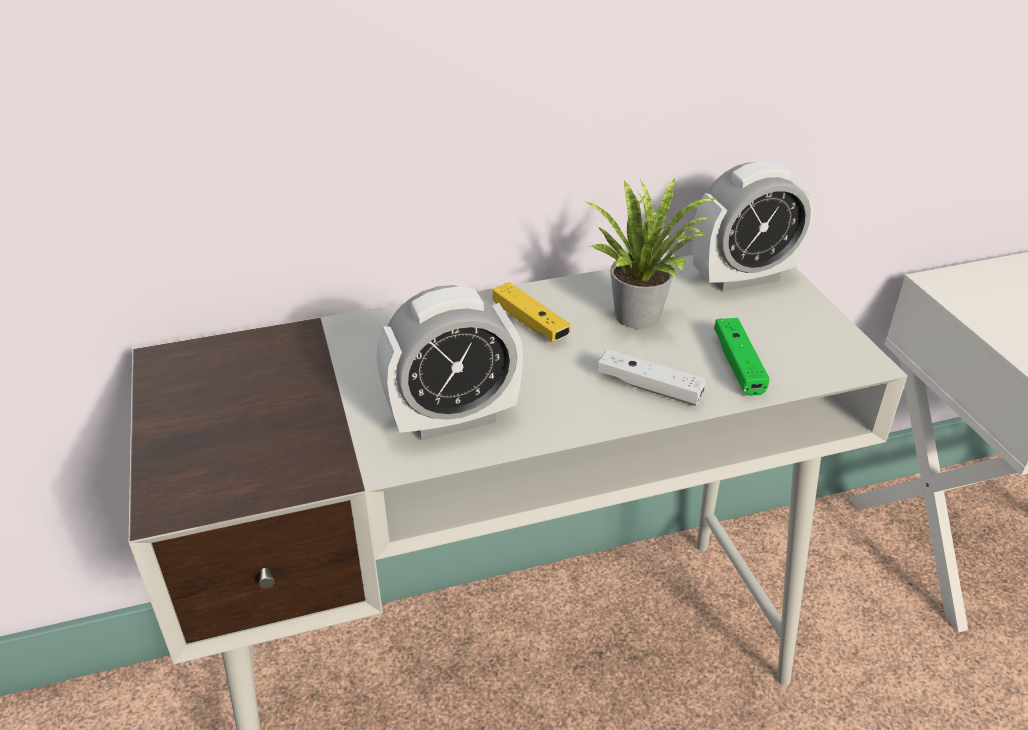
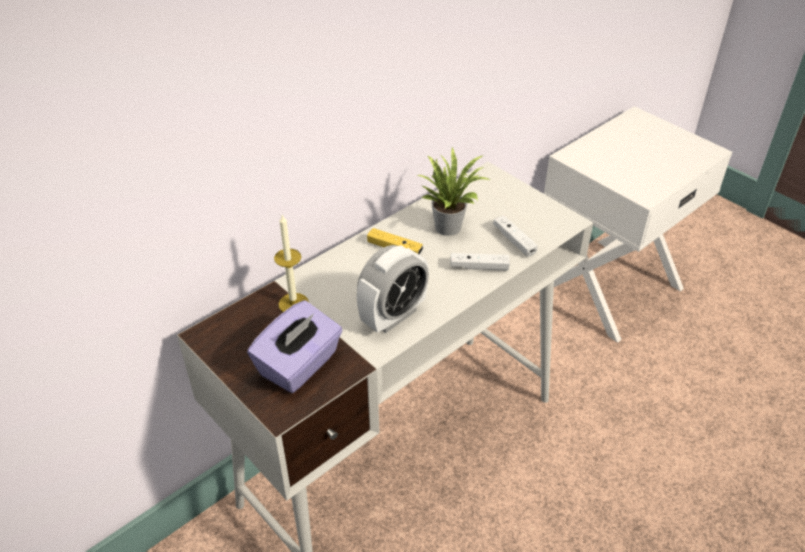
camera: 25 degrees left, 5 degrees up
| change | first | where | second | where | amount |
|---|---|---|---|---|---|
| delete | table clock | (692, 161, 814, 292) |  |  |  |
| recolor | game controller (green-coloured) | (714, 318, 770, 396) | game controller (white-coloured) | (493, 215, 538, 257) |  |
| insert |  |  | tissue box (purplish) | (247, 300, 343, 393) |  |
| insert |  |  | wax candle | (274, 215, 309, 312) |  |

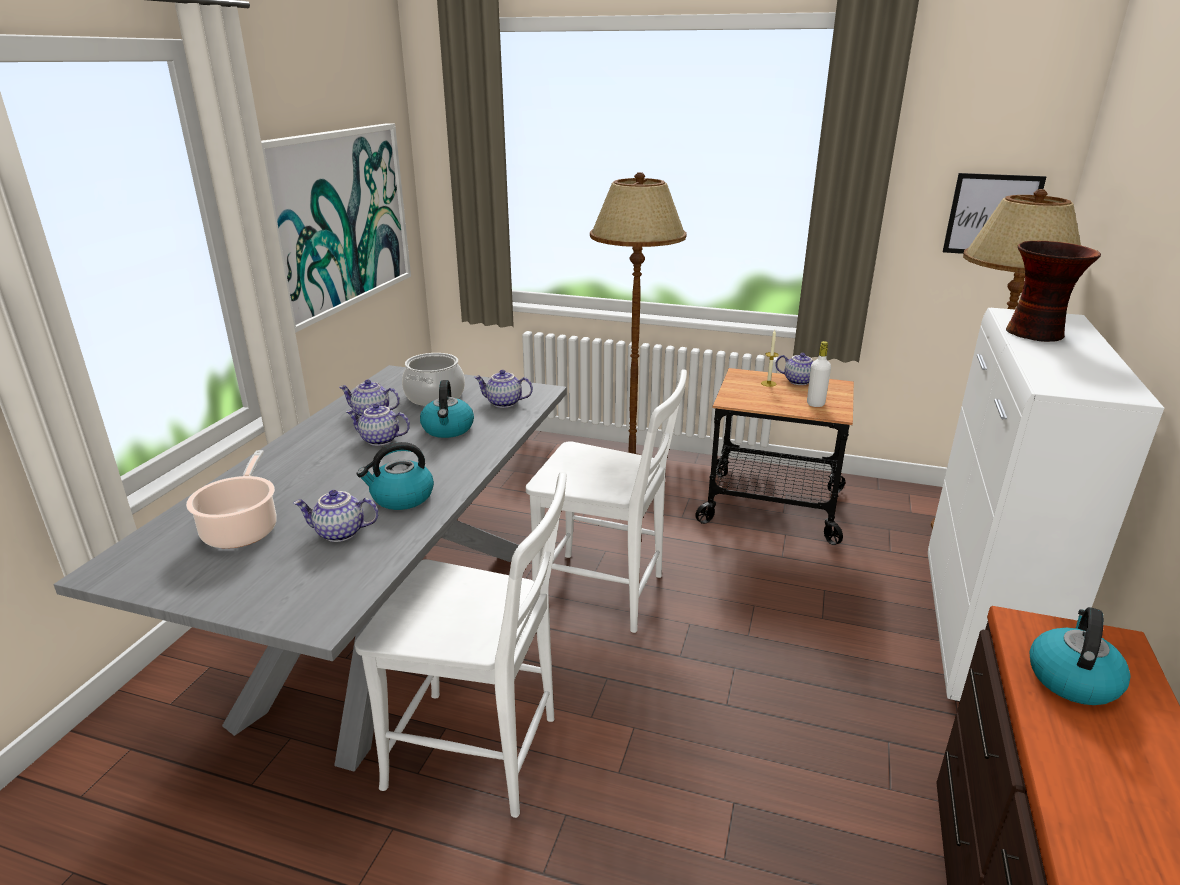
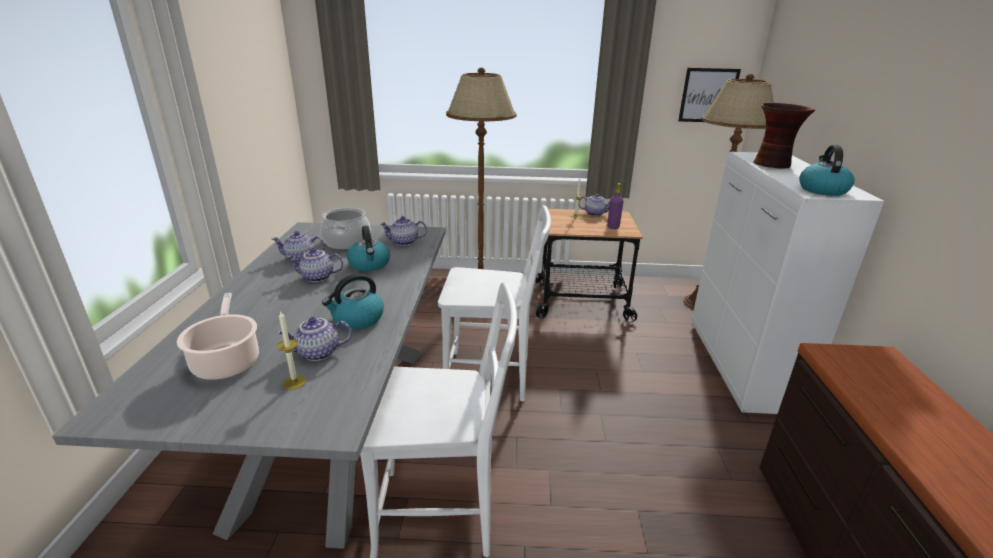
camera: 15 degrees left, 0 degrees up
| change | first | where | second | where | amount |
|---|---|---|---|---|---|
| delete | wall art | (261, 123, 411, 333) |  |  |  |
| recolor | drink bottle (white-coloured) | (807, 341, 831, 407) | drink bottle (purplish) | (607, 183, 623, 229) |  |
| move | kettle | (1030, 607, 1130, 705) |  | (799, 145, 855, 196) |  |
| insert |  |  | wax candle | (277, 311, 306, 390) |  |

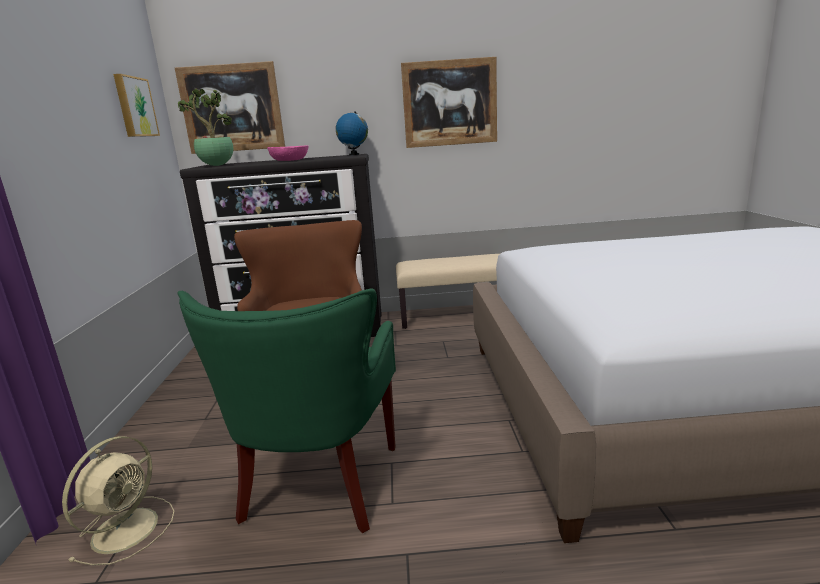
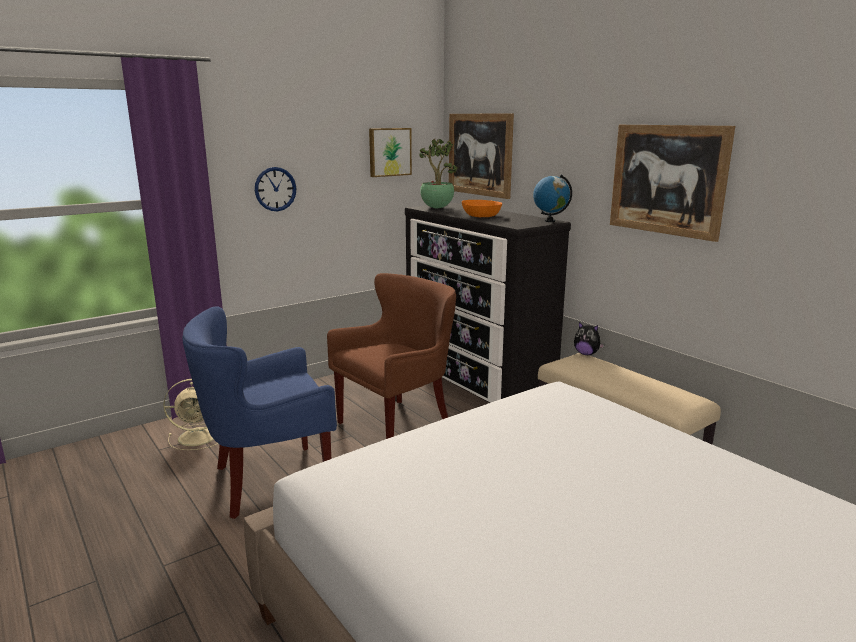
camera: 55 degrees right, 0 degrees up
| change | first | where | second | where | amount |
|---|---|---|---|---|---|
| recolor | easy chair (green-coloured) | (177, 289, 396, 533) | easy chair (blue-coloured) | (182, 306, 337, 519) |  |
| recolor | deep dish (pink-coloured) | (267, 146, 308, 161) | deep dish (orange-coloured) | (462, 200, 502, 217) |  |
| insert |  |  | hanging clock | (255, 167, 296, 211) |  |
| insert |  |  | soft toy | (574, 322, 604, 355) |  |

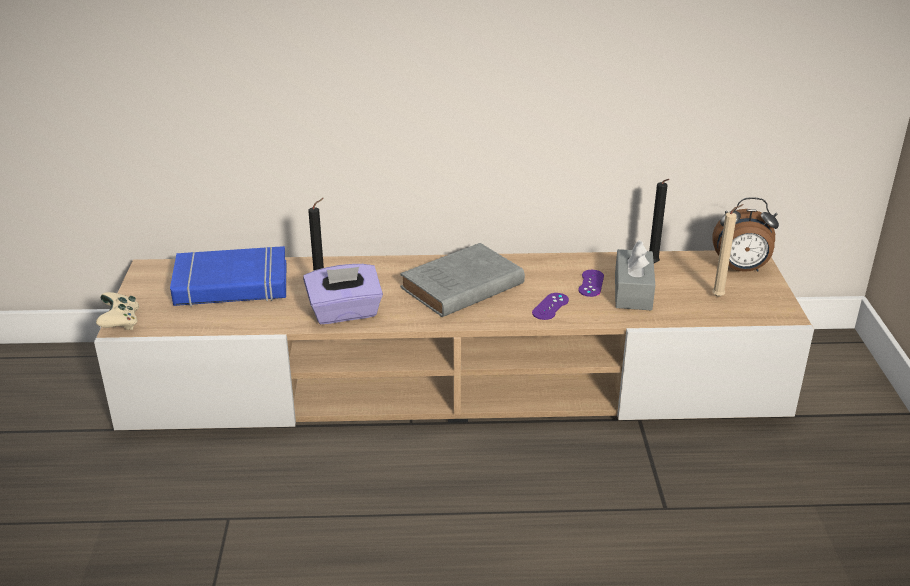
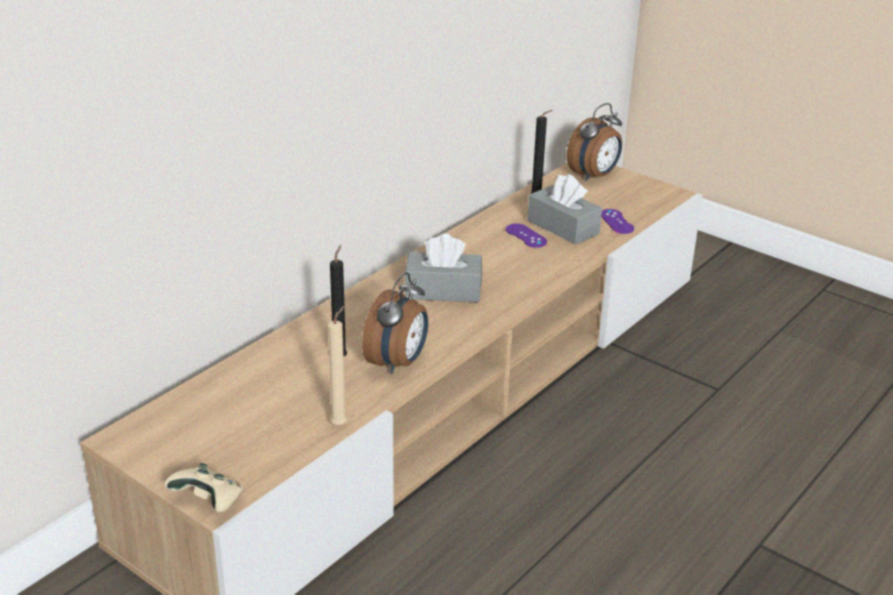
camera: 50 degrees left, 0 degrees up
| change | first | where | second | where | amount |
|---|---|---|---|---|---|
| delete | bound book (blue-coloured) | (170, 246, 286, 307) |  |  |  |
| replace | tissue box (purplish) | (303, 264, 383, 324) | table clock | (362, 272, 428, 375) |  |
| replace | bound book (gray) | (400, 243, 525, 317) | tissue box (gray) | (405, 234, 482, 303) |  |
| move | game controller (purplish) | (532, 293, 569, 320) |  | (601, 209, 634, 234) |  |
| move | wax candle (sand-coloured) | (712, 204, 744, 297) |  | (328, 306, 347, 425) |  |

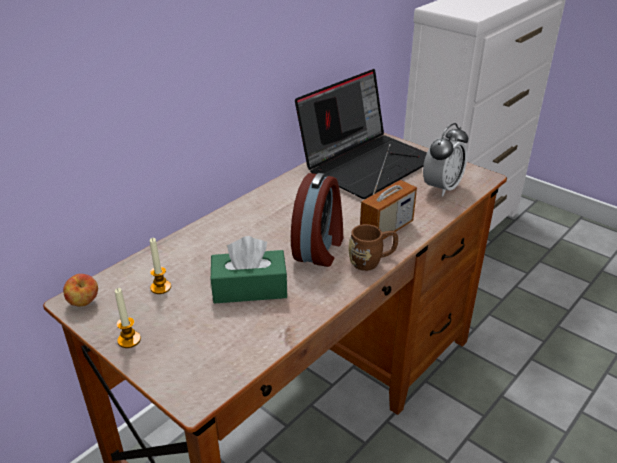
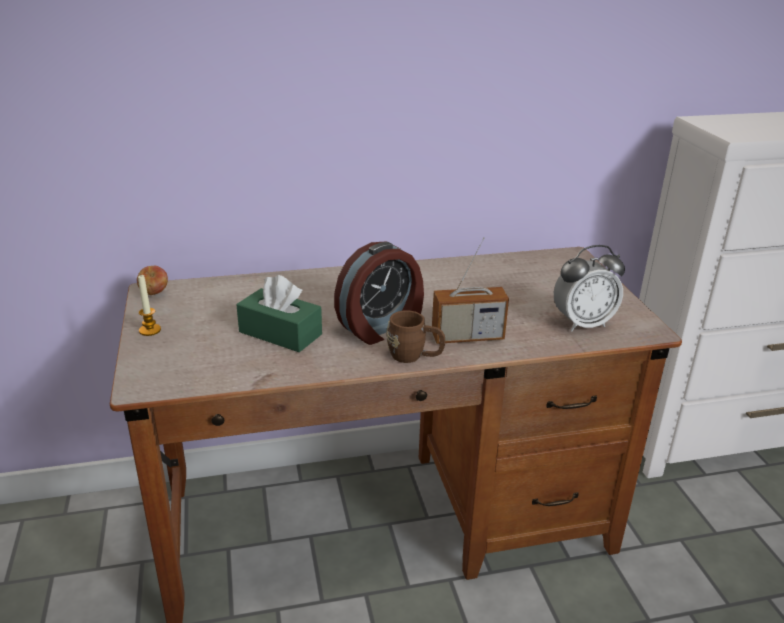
camera: 35 degrees right, 5 degrees down
| change | first | where | second | where | amount |
|---|---|---|---|---|---|
| delete | wax candle | (150, 238, 171, 294) |  |  |  |
| delete | portable computer | (295, 69, 427, 199) |  |  |  |

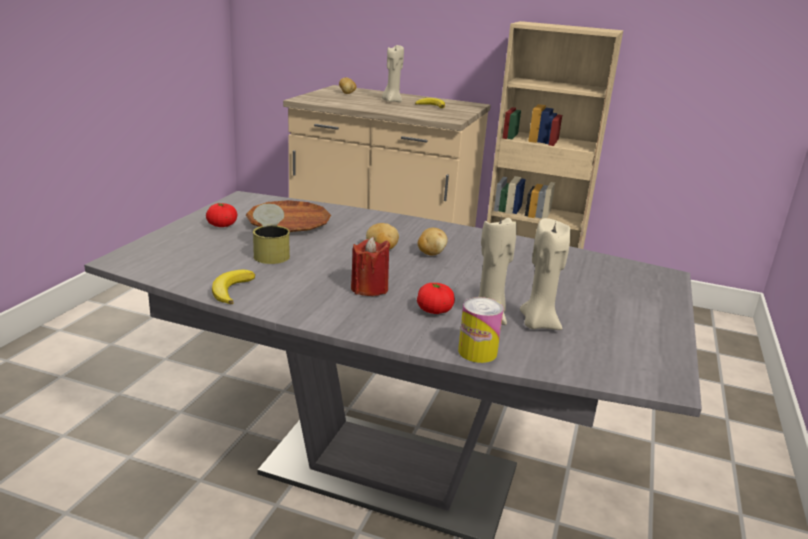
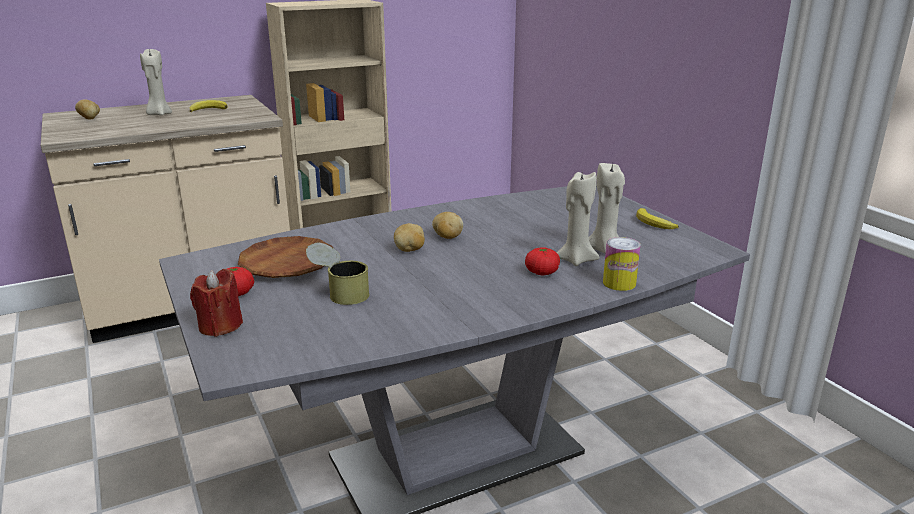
camera: 45 degrees left, 0 degrees up
| change | first | where | second | where | amount |
|---|---|---|---|---|---|
| move | whole banana | (212, 270, 255, 304) |  | (636, 208, 679, 229) |  |
| move | wax candle (red-coloured) | (351, 237, 390, 296) |  | (190, 269, 243, 337) |  |

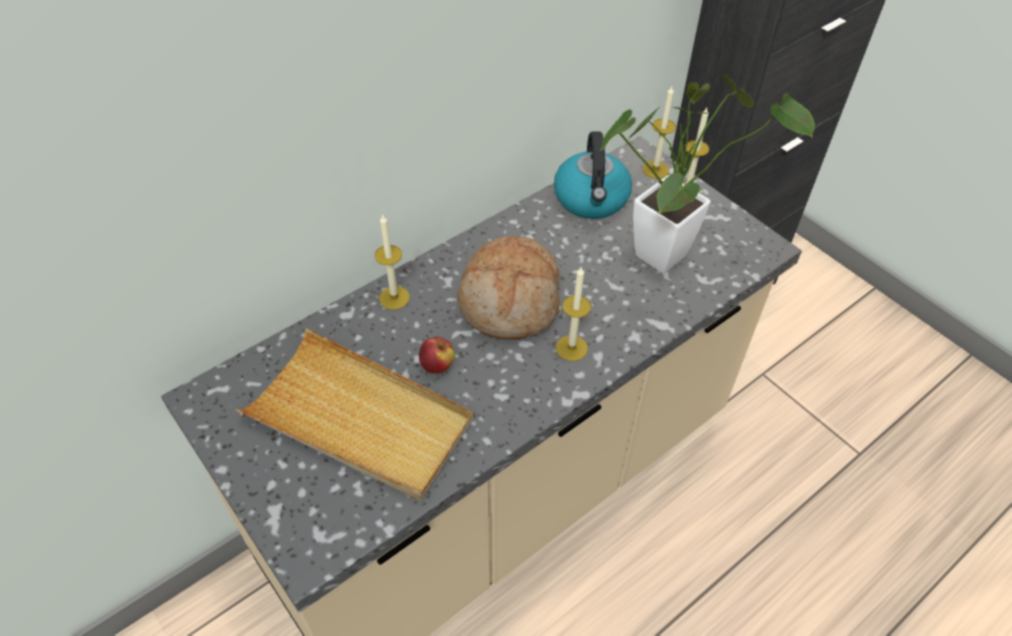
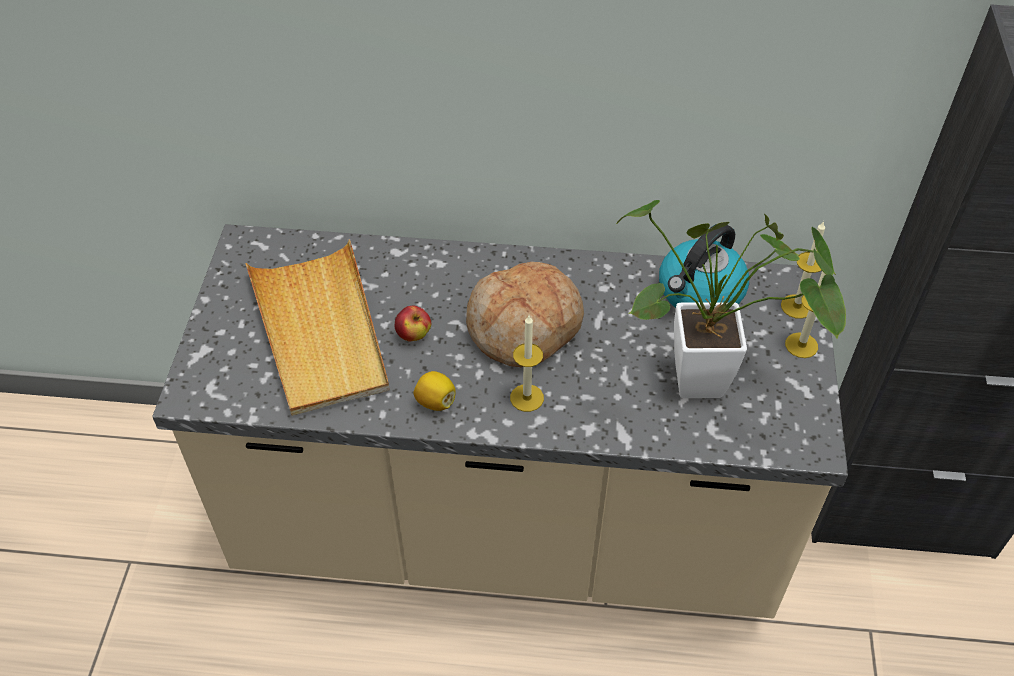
camera: 45 degrees right, 0 degrees up
| change | first | where | second | where | amount |
|---|---|---|---|---|---|
| delete | wax candle | (375, 214, 410, 310) |  |  |  |
| insert |  |  | whole lemon | (414, 371, 456, 411) |  |

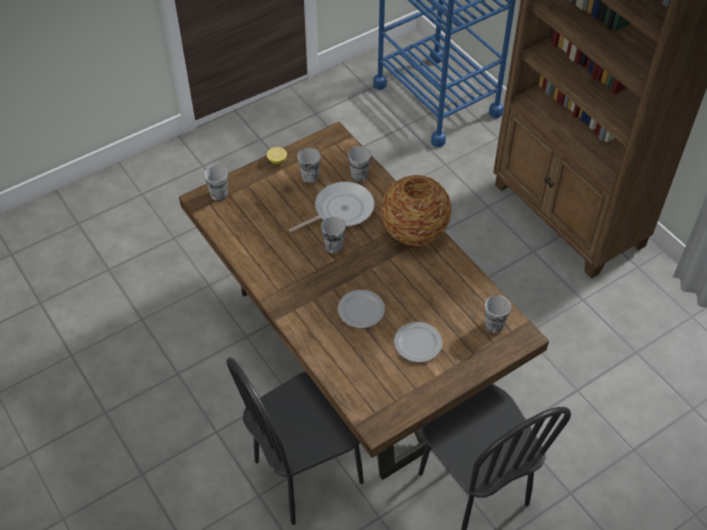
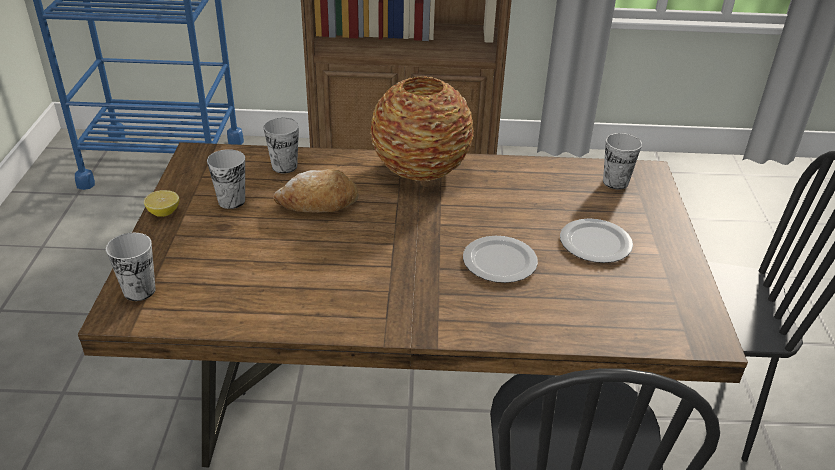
camera: 55 degrees left, 15 degrees down
| change | first | where | second | where | amount |
|---|---|---|---|---|---|
| replace | frying pan | (289, 182, 375, 232) | bread | (273, 169, 359, 213) |  |
| delete | cup | (321, 217, 345, 254) |  |  |  |

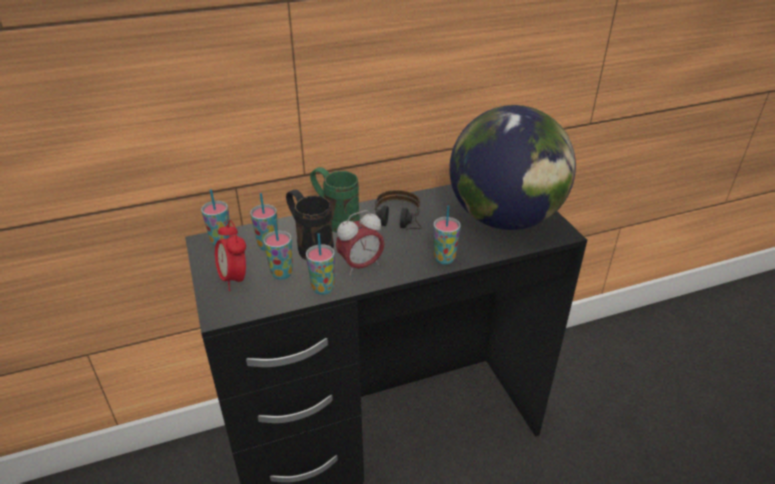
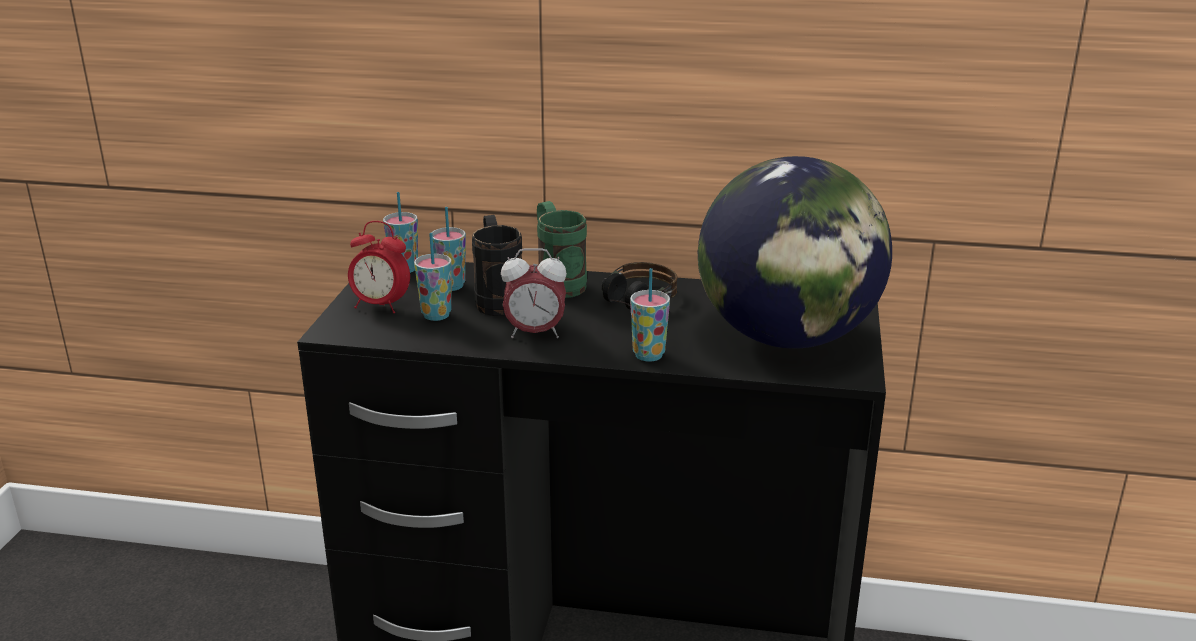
camera: 30 degrees right, 10 degrees down
| change | first | where | second | where | amount |
|---|---|---|---|---|---|
| rotate | table clock | (215, 220, 246, 291) |  | (348, 221, 410, 314) | 75 degrees counterclockwise |
| delete | cup | (306, 233, 335, 295) |  |  |  |

